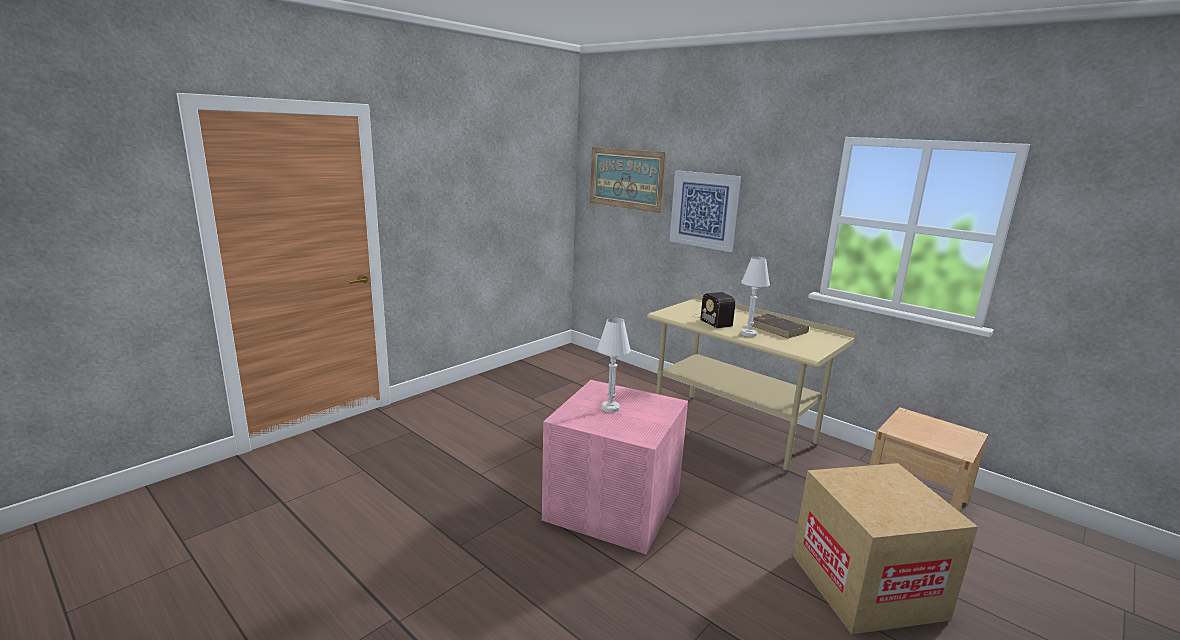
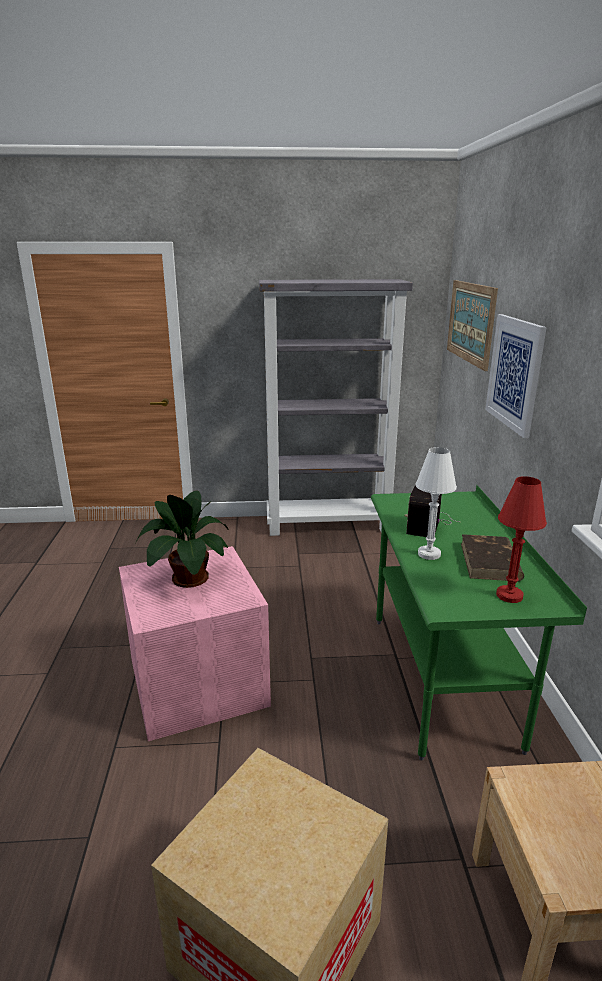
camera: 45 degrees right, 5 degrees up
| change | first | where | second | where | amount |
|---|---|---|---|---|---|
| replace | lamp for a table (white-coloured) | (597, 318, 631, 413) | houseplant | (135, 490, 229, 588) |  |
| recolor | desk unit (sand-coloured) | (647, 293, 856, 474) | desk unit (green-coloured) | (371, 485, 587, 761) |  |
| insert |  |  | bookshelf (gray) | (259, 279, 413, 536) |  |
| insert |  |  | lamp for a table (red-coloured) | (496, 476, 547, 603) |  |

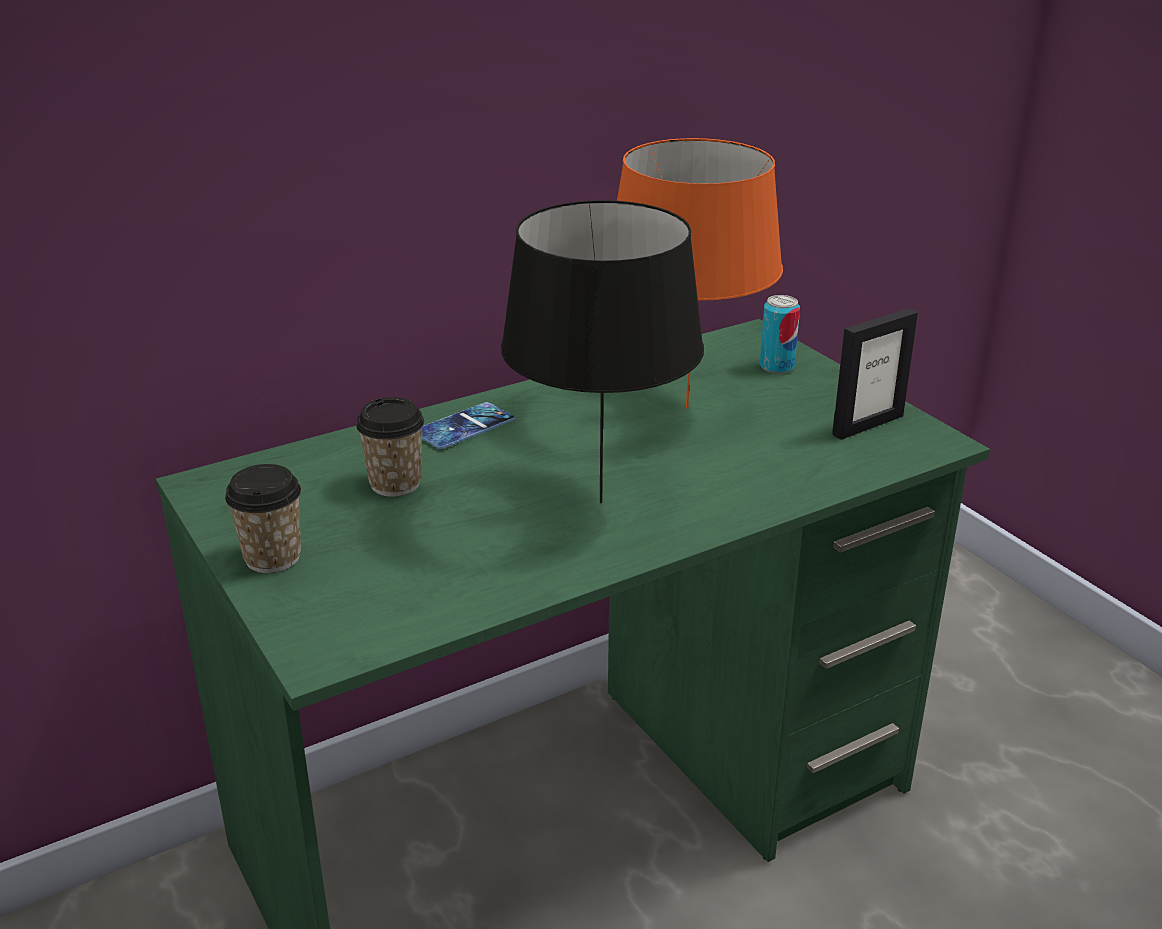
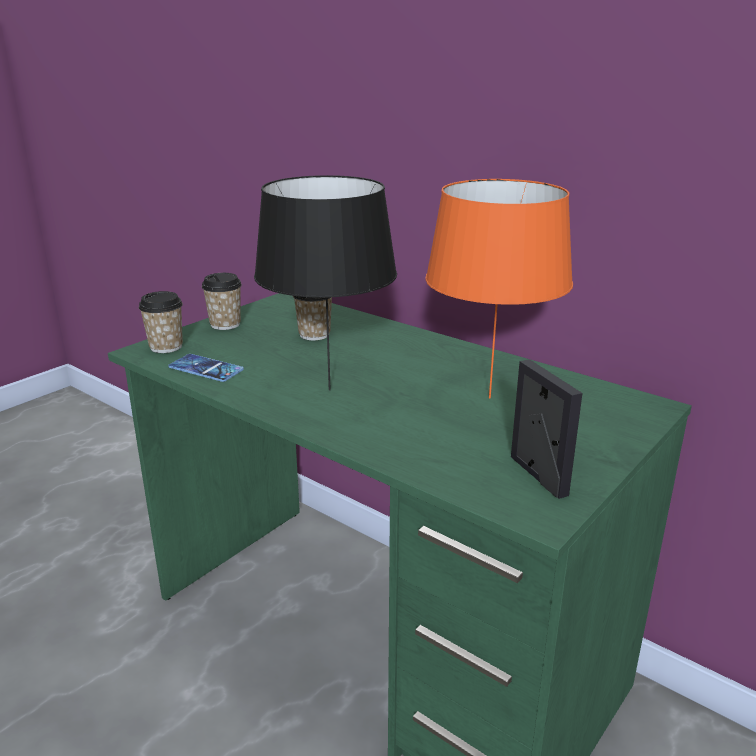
camera: 70 degrees right, 5 degrees down
| change | first | where | second | where | amount |
|---|---|---|---|---|---|
| move | handset | (422, 402, 515, 449) |  | (168, 354, 244, 382) |  |
| delete | sealed can | (760, 295, 800, 374) |  |  |  |
| rotate | picture frame | (832, 308, 918, 440) |  | (511, 359, 583, 499) | 150 degrees counterclockwise |
| insert |  |  | cup | (139, 291, 183, 353) |  |

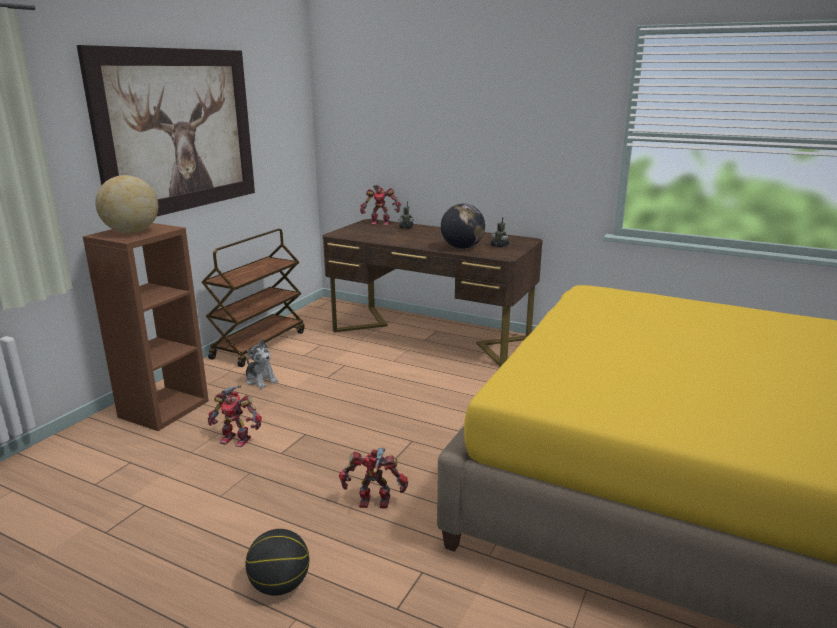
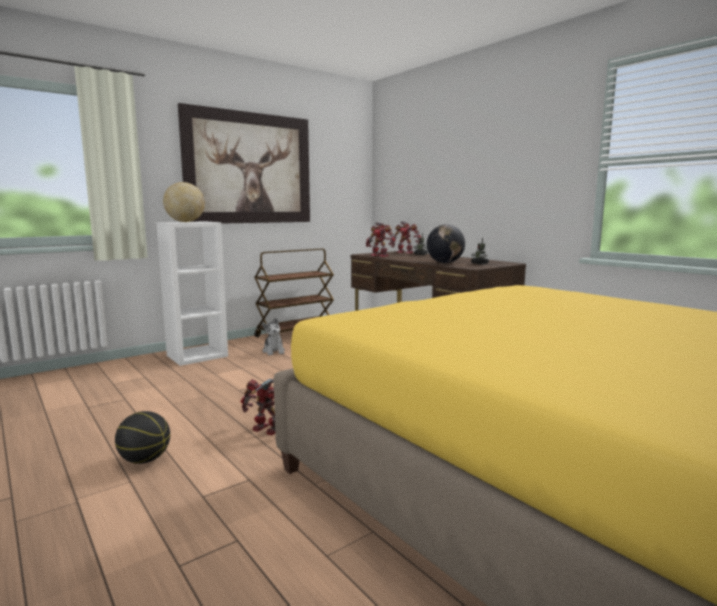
camera: 25 degrees right, 10 degrees down
| change | first | where | second | where | amount |
|---|---|---|---|---|---|
| recolor | bookshelf (brown-coloured) | (83, 223, 209, 431) | bookshelf (white-coloured) | (156, 222, 228, 366) |  |
| move | toy robot | (208, 384, 262, 447) |  | (366, 222, 396, 257) |  |

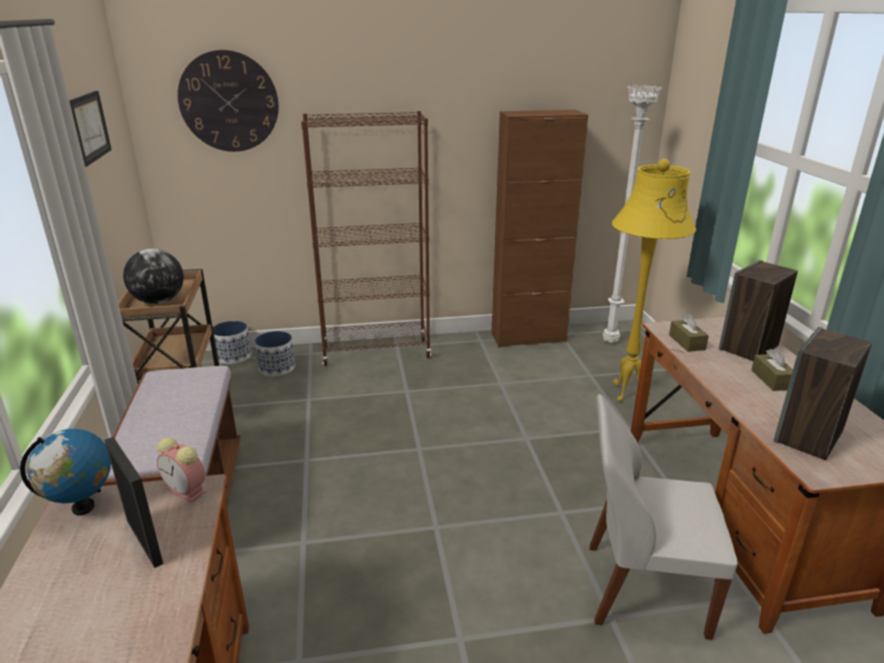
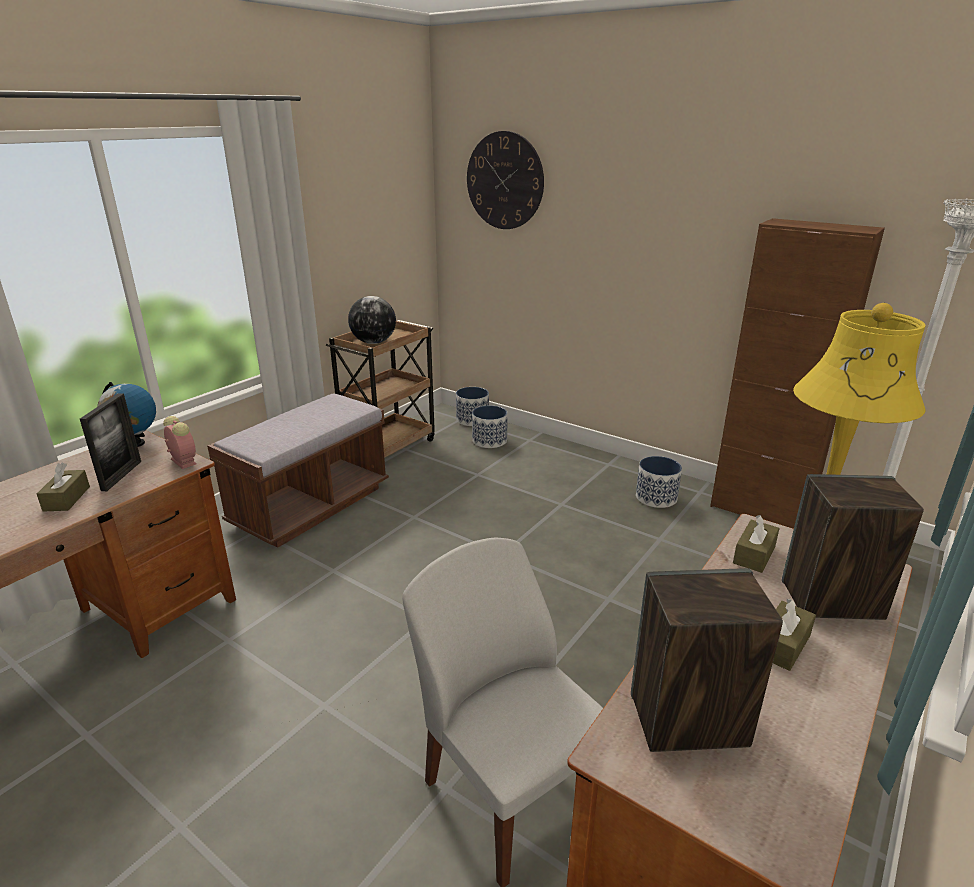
camera: 45 degrees right, 0 degrees up
| change | first | where | second | where | amount |
|---|---|---|---|---|---|
| delete | wall art | (69, 91, 112, 167) |  |  |  |
| rotate | table clock | (157, 438, 206, 503) |  | (163, 416, 197, 469) | 150 degrees clockwise |
| delete | bookshelf (brown-coloured) | (301, 111, 431, 366) |  |  |  |
| insert |  |  | tissue box (brown-coloured) | (37, 463, 90, 512) |  |
| insert |  |  | flower pot | (636, 456, 682, 508) |  |

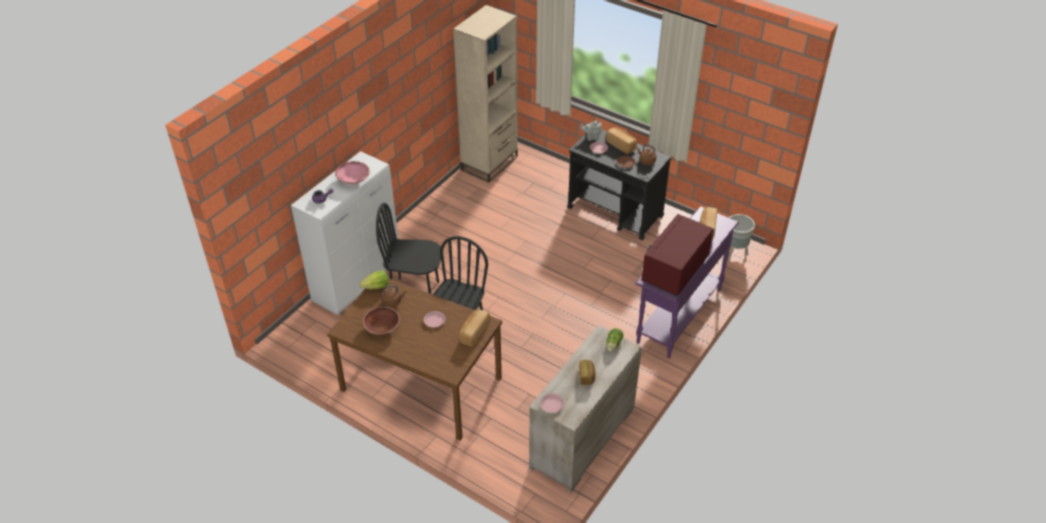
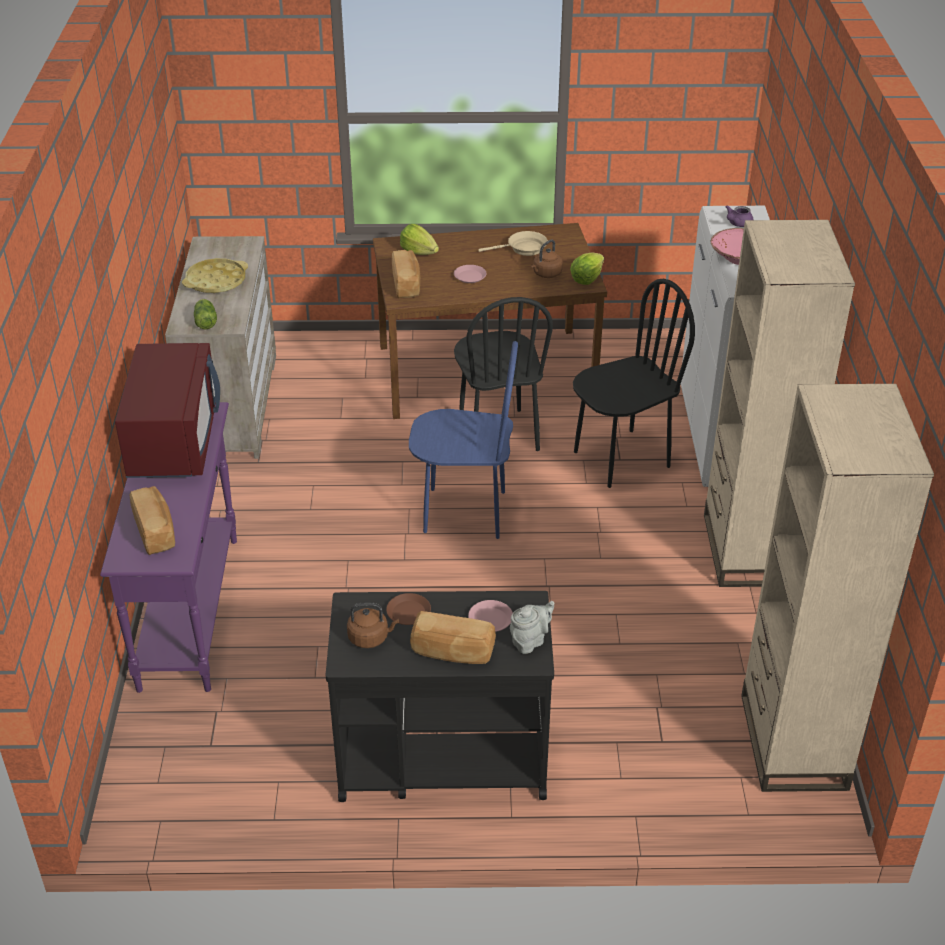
camera: 145 degrees right, 5 degrees down
| change | first | where | second | where | amount |
|---|---|---|---|---|---|
| replace | deep dish (brown-coloured) | (363, 307, 400, 335) | frying pan (sand-coloured) | (478, 231, 548, 256) |  |
| delete | flat dish (pink-coloured) | (540, 394, 564, 413) |  |  |  |
| replace | bread | (579, 360, 595, 385) | tray (yellow-coloured) | (182, 258, 248, 293) |  |
| delete | flower pot (gray) | (728, 214, 755, 261) |  |  |  |
| insert |  |  | lettuce head | (400, 224, 439, 255) |  |
| insert |  |  | upright chair (blue-coloured) | (409, 341, 518, 539) |  |
| insert |  |  | bookshelf (sand-coloured) | (704, 220, 855, 587) |  |

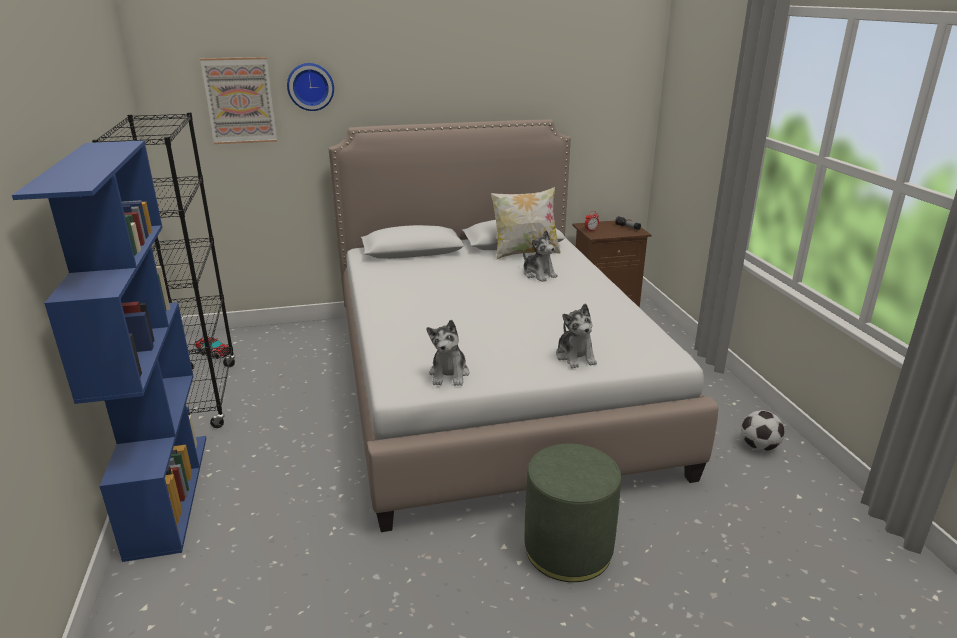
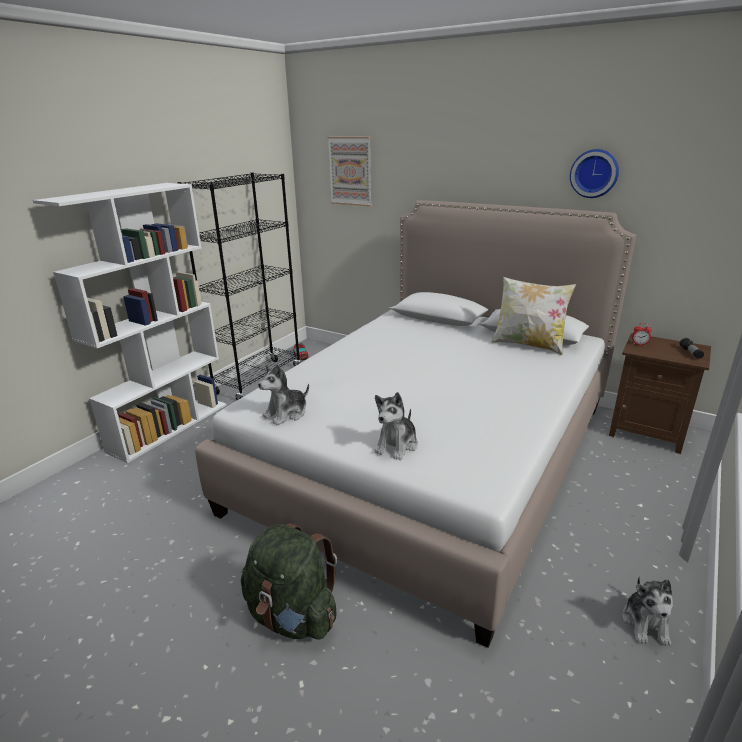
camera: 45 degrees right, 0 degrees up
| change | first | where | second | where | amount |
|---|---|---|---|---|---|
| recolor | bookshelf (blue-coloured) | (12, 140, 206, 562) | bookshelf (white-coloured) | (33, 183, 226, 463) |  |
| move | hanging clock | (287, 63, 334, 111) |  | (570, 149, 619, 198) |  |
| move | soft toy | (523, 231, 558, 282) |  | (623, 576, 673, 646) |  |
| replace | footrest (green-coloured) | (525, 444, 621, 582) | rucksack (green-coloured) | (241, 523, 337, 640) |  |
| delete | football | (741, 410, 785, 451) |  |  |  |

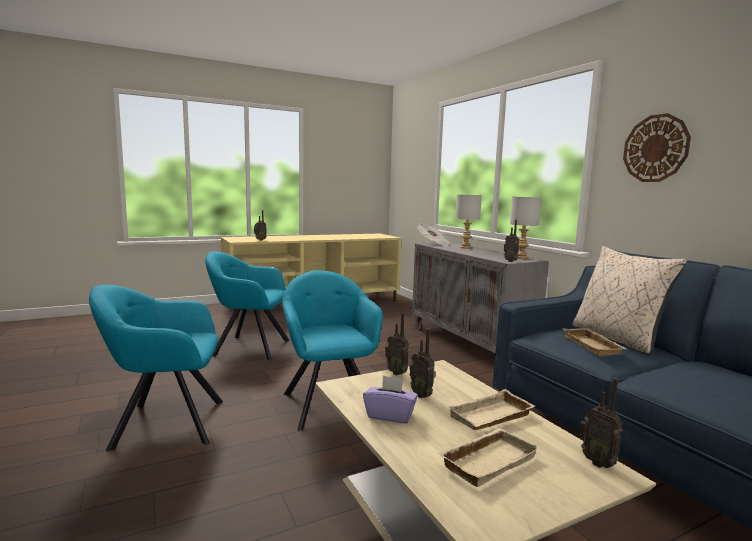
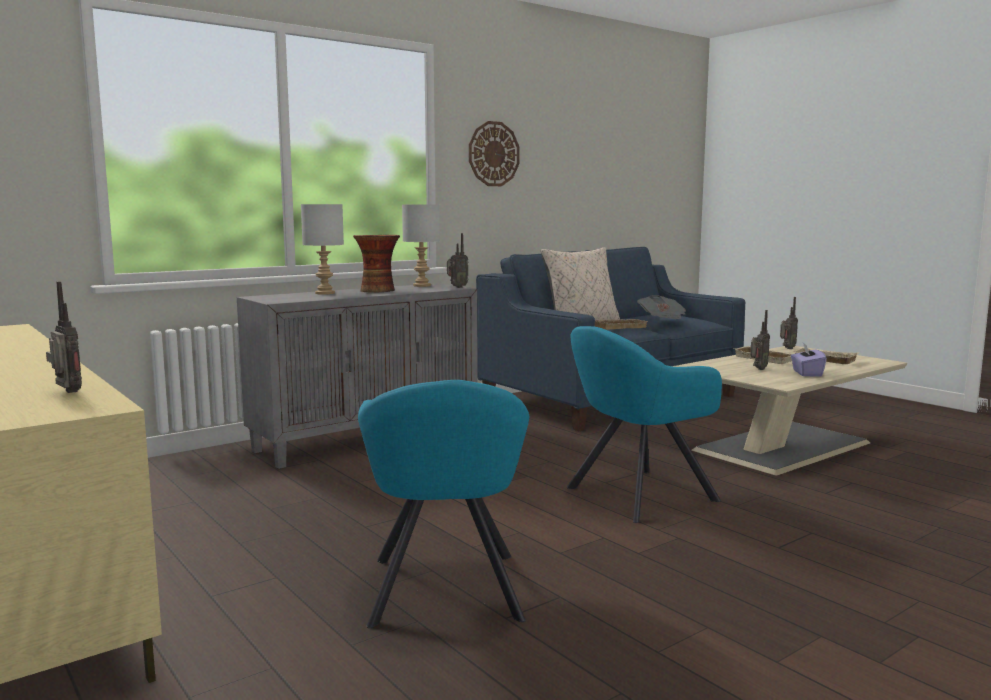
camera: 100 degrees left, 0 degrees up
| change | first | where | second | where | amount |
|---|---|---|---|---|---|
| delete | easy chair (turquoise-coloured) | (89, 285, 223, 451) |  |  |  |
| delete | radio receiver | (385, 313, 409, 376) |  |  |  |
| move | daily paper | (417, 223, 451, 247) |  | (637, 295, 686, 319) |  |
| insert |  |  | decorative vase | (353, 235, 400, 293) |  |

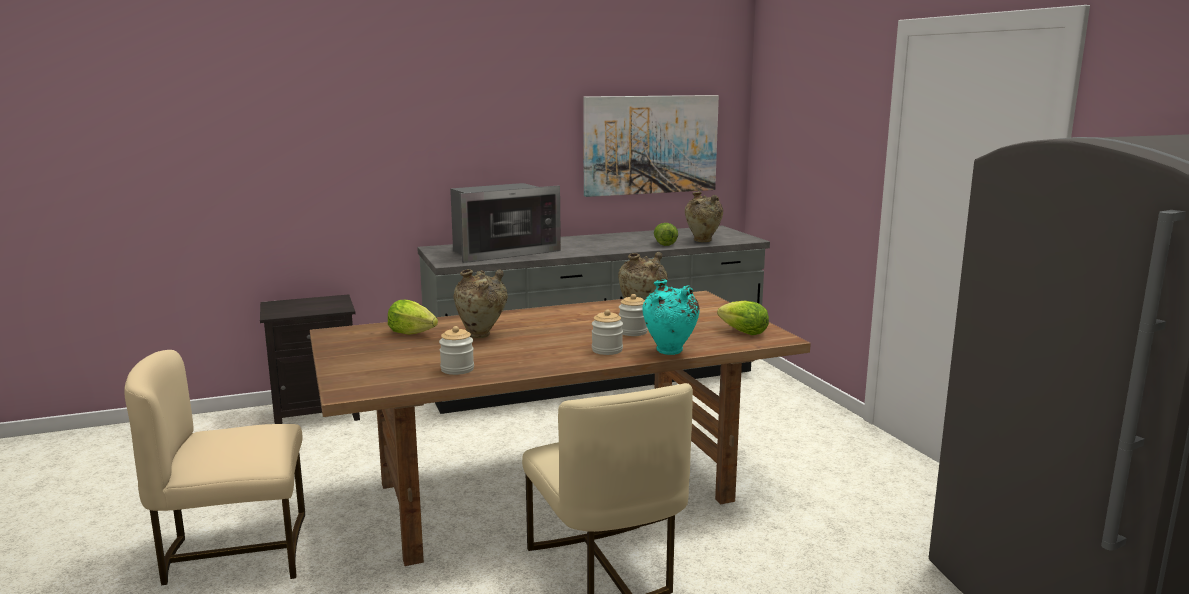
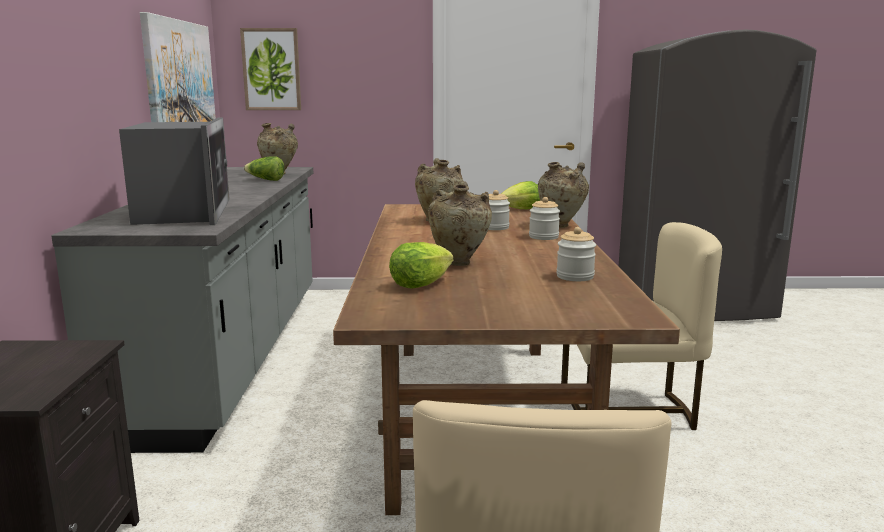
camera: 70 degrees left, 0 degrees up
| change | first | where | second | where | amount |
|---|---|---|---|---|---|
| recolor | decorative vase (turquoise-coloured) | (643, 280, 700, 355) | decorative vase (sand-coloured) | (538, 162, 589, 228) |  |
| insert |  |  | wall art | (240, 28, 301, 110) |  |

